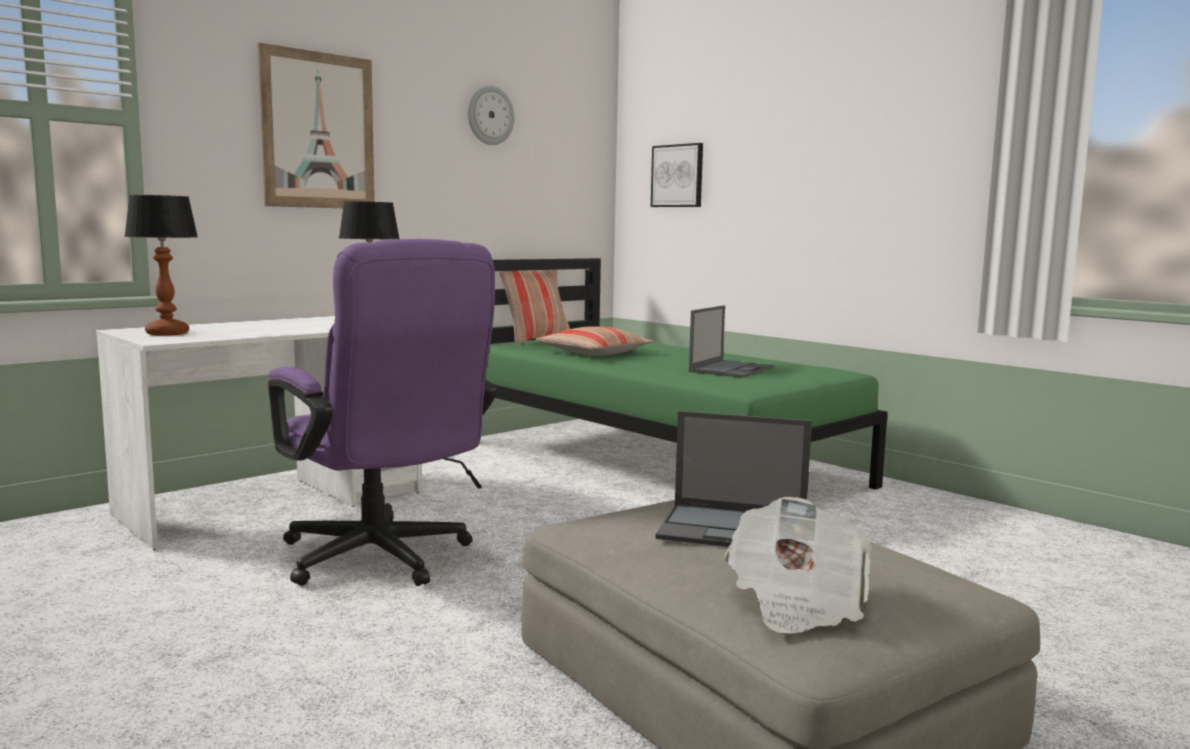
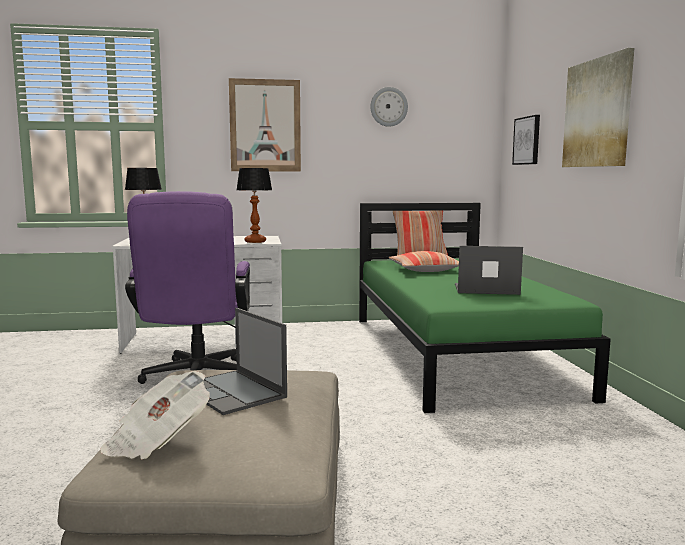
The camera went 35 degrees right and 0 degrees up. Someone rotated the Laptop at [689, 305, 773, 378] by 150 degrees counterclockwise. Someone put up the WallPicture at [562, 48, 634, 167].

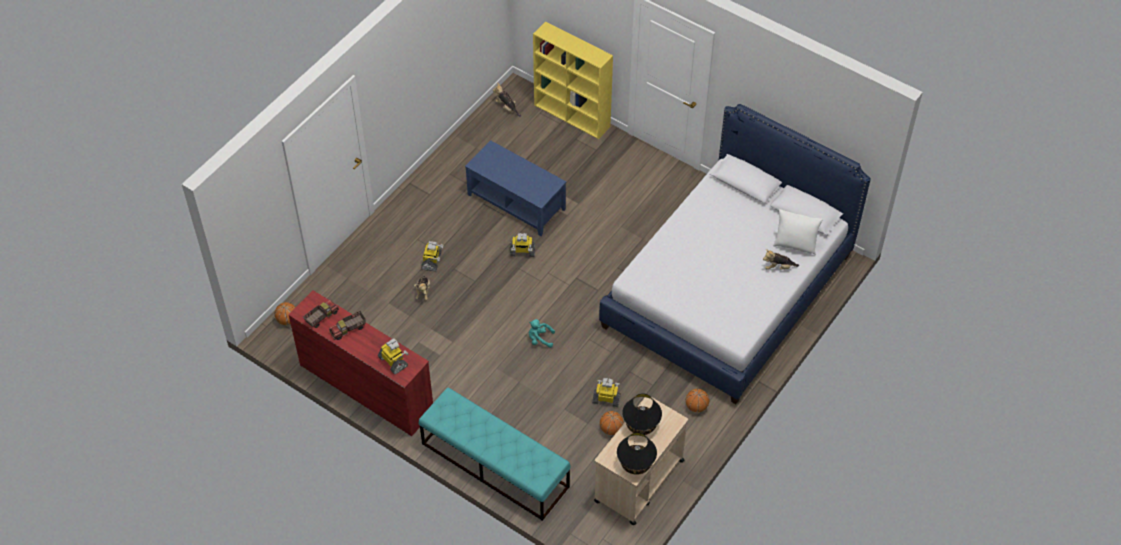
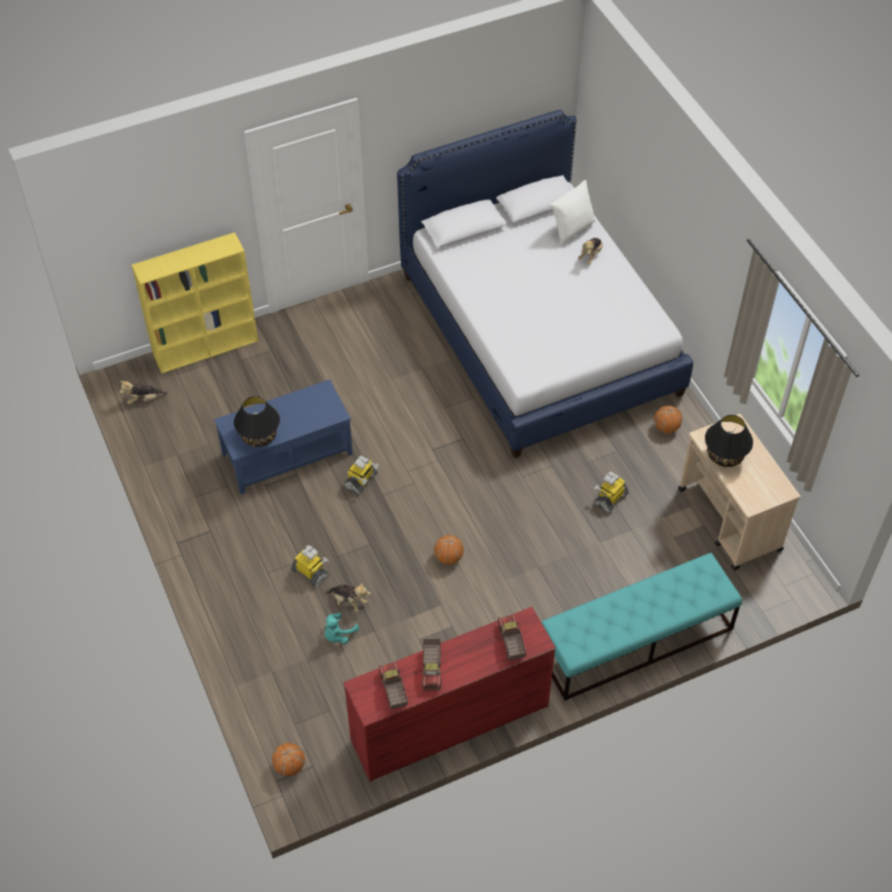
The camera went 60 degrees left and 0 degrees up. Someone carried the BlackishTabletopLamp from [617, 432, 657, 475] to [234, 396, 280, 447]. Someone carried the TurquoiseColouredSoftToy from [529, 319, 555, 348] to [324, 613, 359, 644]. Someone carried the Basketball from [600, 411, 624, 435] to [434, 535, 464, 565]. Someone swapped the RobotFigure at [378, 338, 408, 374] for the ToyLorry at [498, 614, 526, 660].

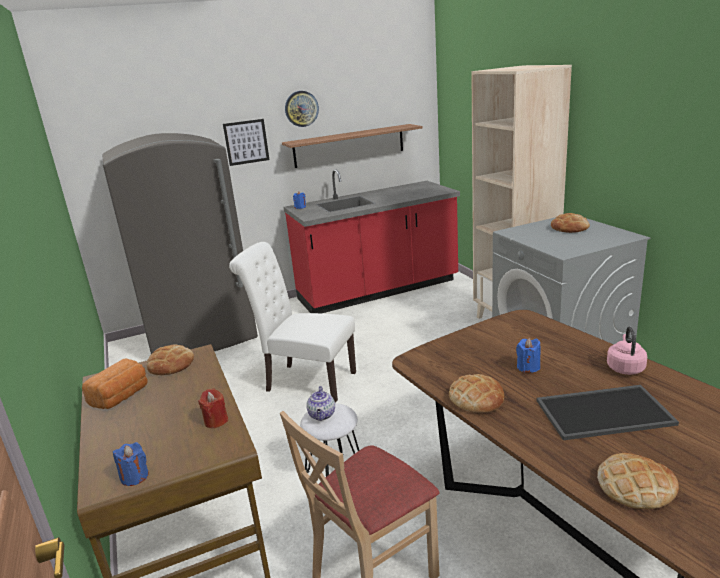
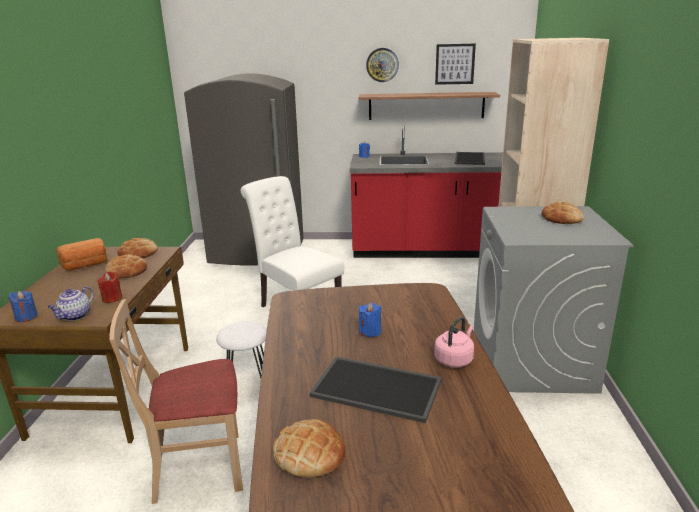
The camera went 25 degrees right and 0 degrees up. Someone carried the TeaPot from [306, 386, 335, 421] to [48, 286, 94, 321]. Someone carried the Bread from [449, 374, 504, 413] to [105, 254, 147, 279]. Someone carried the WallPicture from [223, 119, 270, 166] to [435, 44, 476, 85]. Someone put down the Tray at [455, 152, 485, 165].

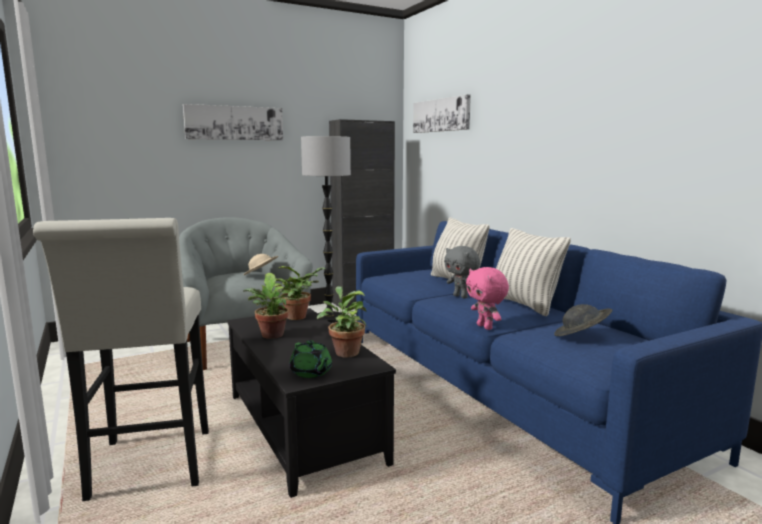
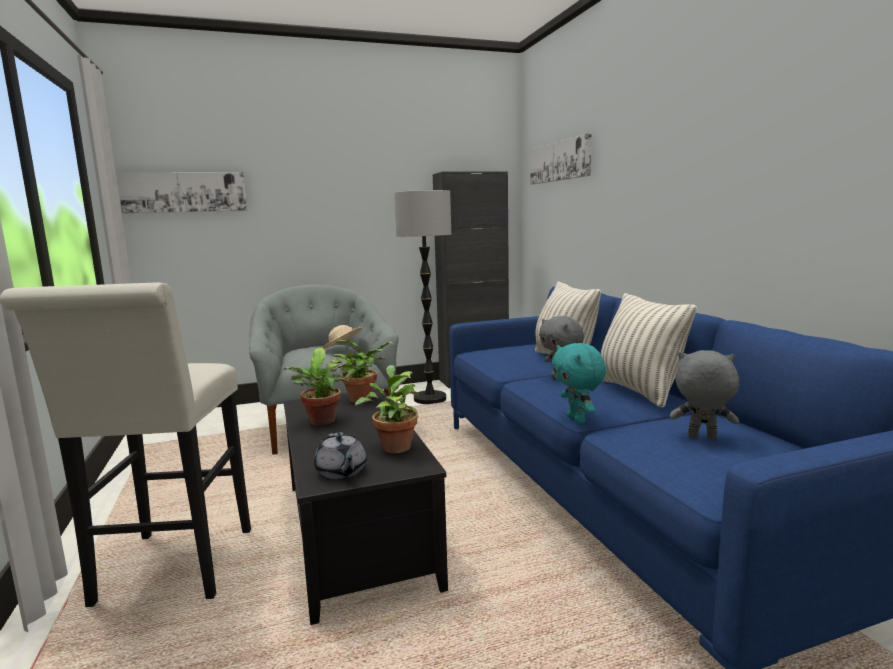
The camera went 10 degrees right and 0 degrees up. Someone carried the WallPicture from [183, 104, 283, 140] to [116, 172, 247, 213]. Someone repainted the GreenColouredTeaPot at [289, 340, 332, 378], which became the GreyTeaPot at [314, 432, 367, 479]. Someone repainted the PinkishSoftToy at [466, 267, 509, 330], which became the TurquoiseColouredSoftToy at [552, 343, 606, 424]. Someone swapped the GreyClothingHat at [554, 304, 612, 336] for the GreySoftToy at [670, 350, 739, 440].

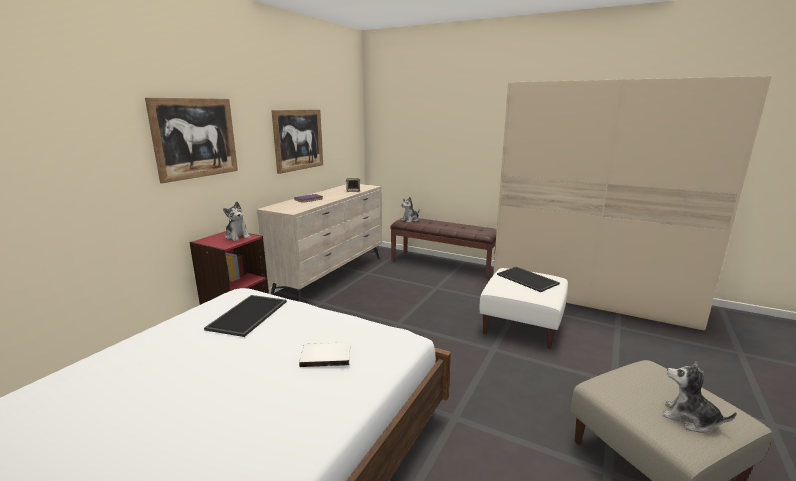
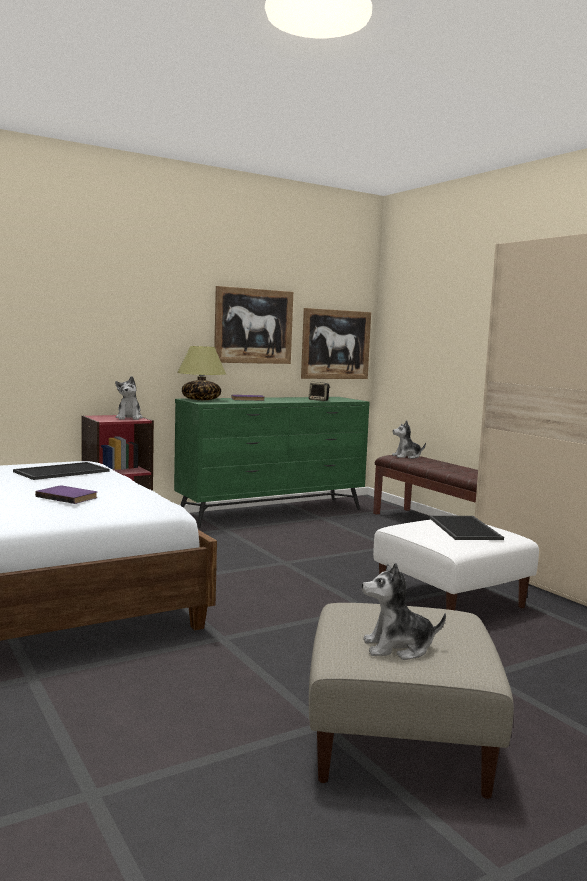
The camera went 30 degrees right and 10 degrees down. Someone repainted the WhiteColouredVolume at [299, 342, 351, 367], which became the PurpleColouredVolume at [35, 486, 97, 504]. Someone repainted the BeigeColouredChestOfDrawers at [256, 184, 382, 302], which became the GreenColouredChestOfDrawers at [174, 397, 370, 528]. Someone put down the TabletopLamp at [177, 346, 226, 400]. Someone carried the WallPicture from [145, 98, 238, 183] to [301, 308, 371, 379]. Someone rotated the SoftToy at [662, 362, 737, 433] by 75 degrees counterclockwise.

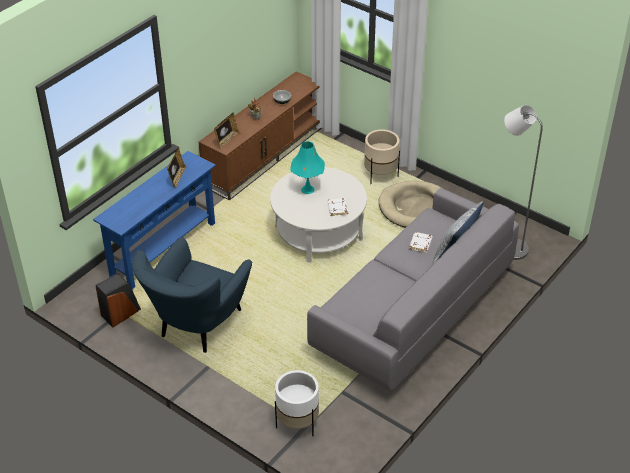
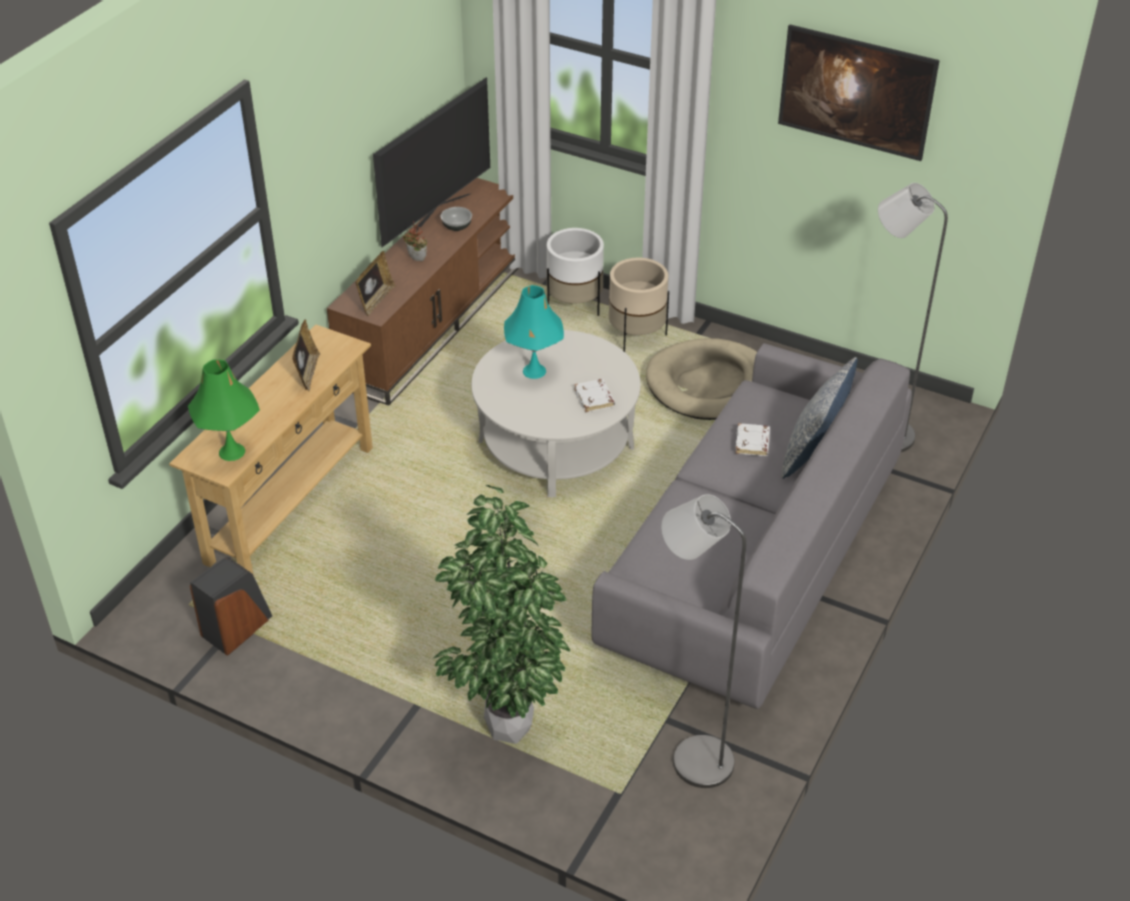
The camera went 10 degrees left and 0 degrees up. Someone repainted the BlueColouredConsoleTable at [93, 151, 216, 289], which became the BeigeColouredConsoleTable at [169, 325, 373, 576]. Someone put down the GreenColouredTabletopLamp at [188, 359, 260, 461]. Someone put down the Television at [373, 77, 490, 247]. Someone put down the PlantInAPot at [434, 485, 570, 744]. Someone carried the WhiteColouredPlanter from [275, 370, 319, 436] to [547, 228, 604, 316]. Someone put down the GreyFloorLamp at [661, 494, 746, 788]. Someone put up the WallPicture at [778, 25, 940, 161]. Someone took away the BlueColouredArmchair at [132, 237, 252, 353].

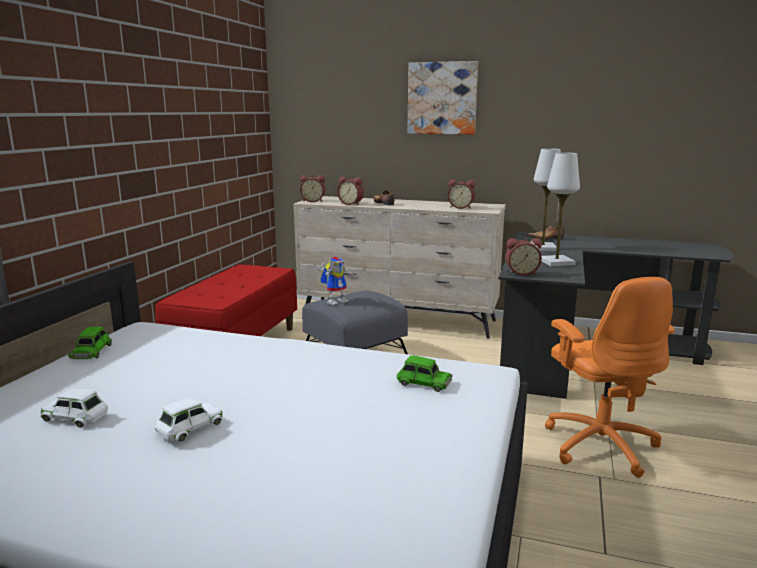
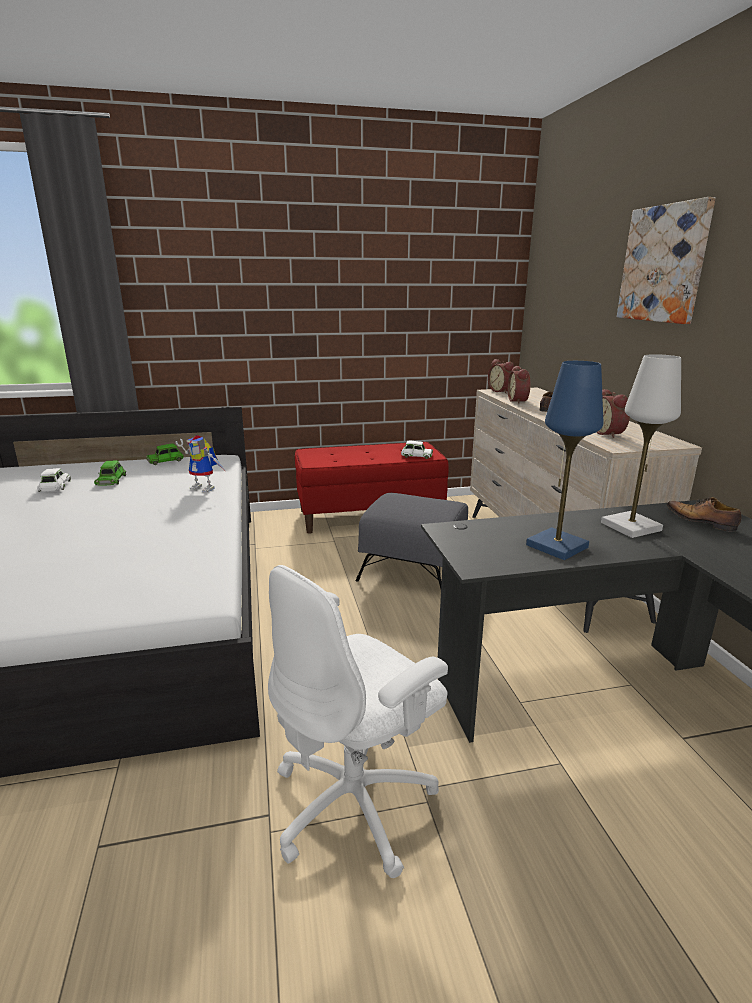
The camera went 60 degrees right and 5 degrees up. Someone carried the GreenColouredModelCar from [396, 355, 453, 392] to [94, 461, 126, 486]. Someone carried the RobotFigure from [318, 256, 357, 305] to [175, 435, 224, 492]. Someone repainted the OrangeOfficeChair at [545, 277, 675, 478], which became the WhiteColouredOfficeChair at [268, 565, 448, 878]. Someone carried the WhiteColouredModelCar from [155, 397, 223, 441] to [401, 441, 433, 459]. Someone repainted the WhiteColouredTabletopLamp at [541, 153, 580, 266], which became the BlueColouredTabletopLamp at [526, 361, 603, 560]. Someone took away the BedsideClock at [505, 238, 542, 276].

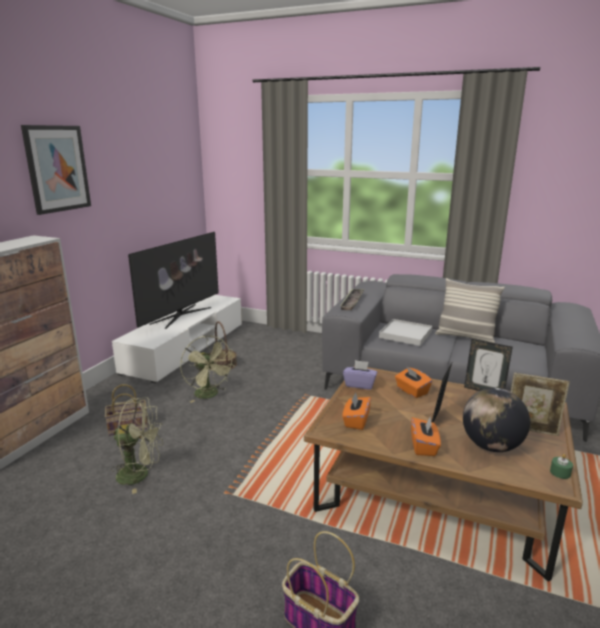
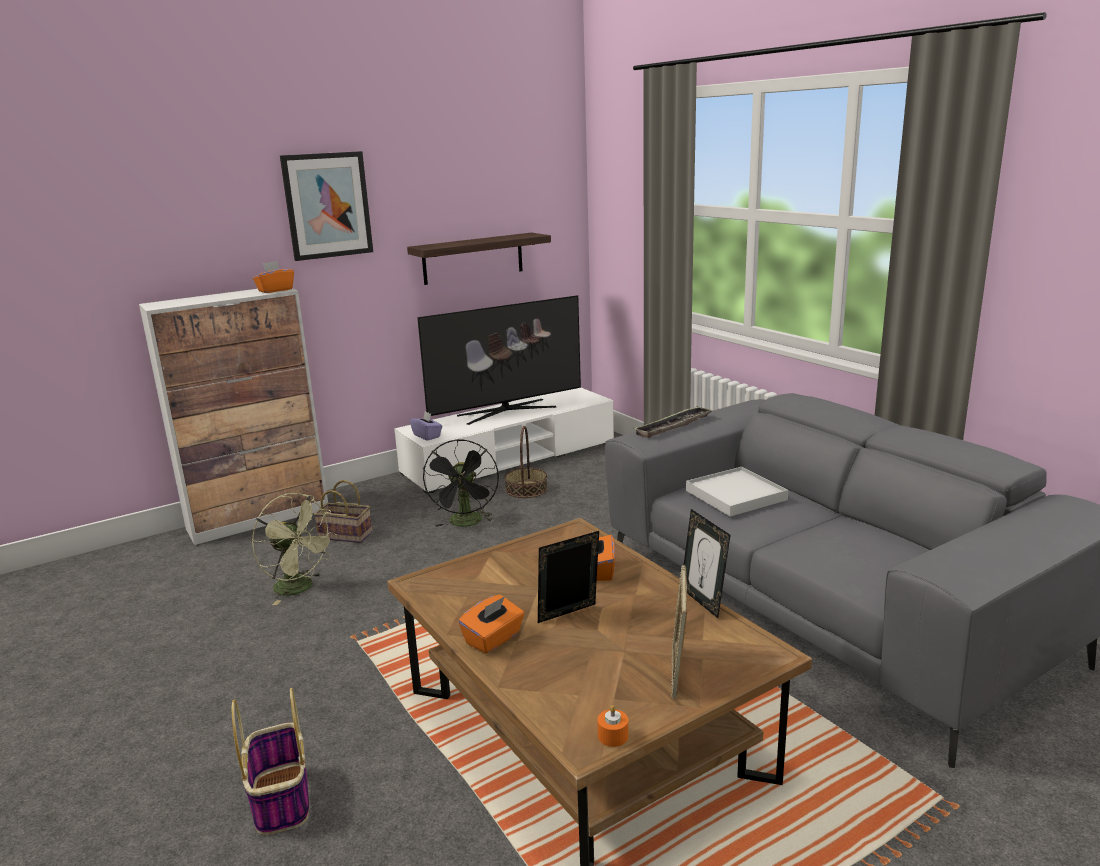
The camera went 35 degrees right and 0 degrees up. Someone carried the OrangeBoxOfTissues from [342, 392, 371, 430] to [253, 261, 294, 293]. Someone put up the BracketShelf at [407, 233, 551, 285]. Someone carried the PurpleColouredBoxOfTissues from [343, 360, 377, 390] to [410, 411, 442, 441]. Someone repainted the GreenColouredElectricFan at [180, 336, 235, 403], which became the BlackishElectricFan at [423, 440, 499, 527]. Someone repainted the GreenColouredWaxLight at [550, 454, 573, 479], which became the OrangeWaxLight at [597, 705, 629, 747]. Someone rotated the PictureFrame at [511, 373, 570, 436] by 45 degrees clockwise. Someone took away the Cushion at [435, 278, 505, 343]. Someone took away the WorldGlobe at [463, 388, 530, 452].

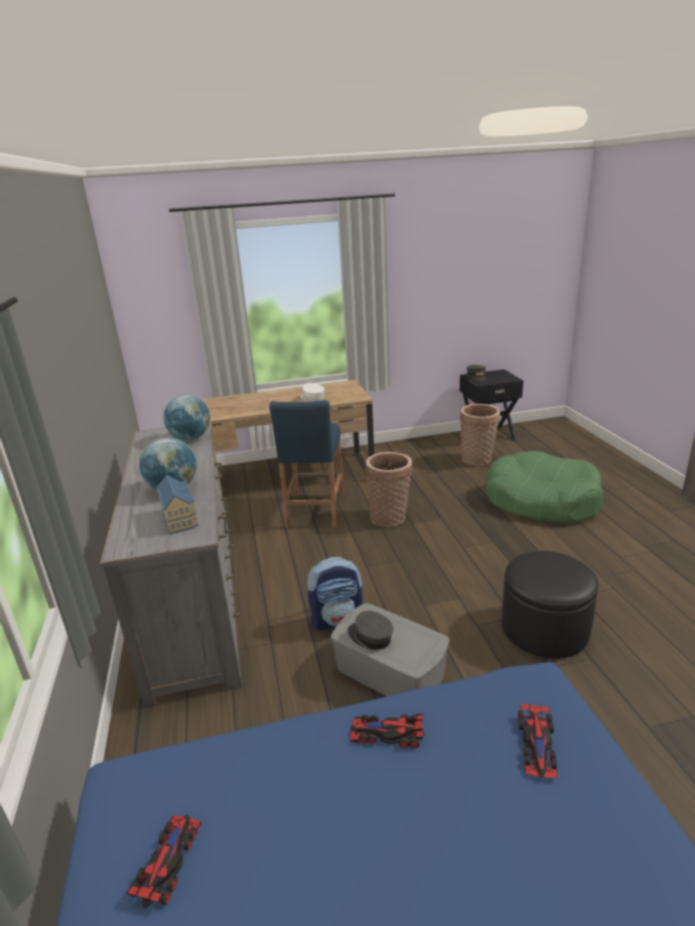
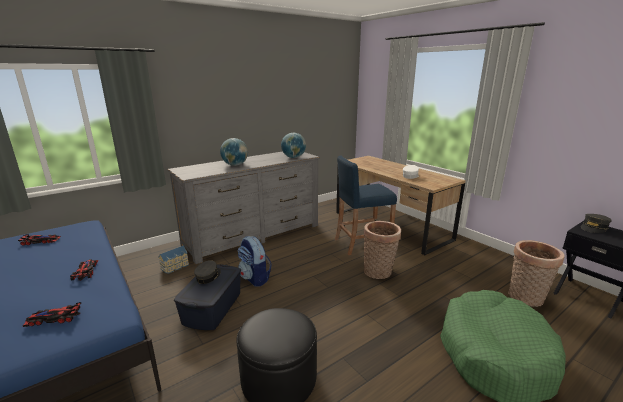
The camera went 65 degrees right and 5 degrees down. Someone carried the ToyHouse from [157, 475, 199, 535] to [158, 245, 189, 274]. Someone repainted the GreyStorageContainer at [331, 603, 449, 696], which became the BlueColouredStorageContainer at [174, 264, 241, 330].

